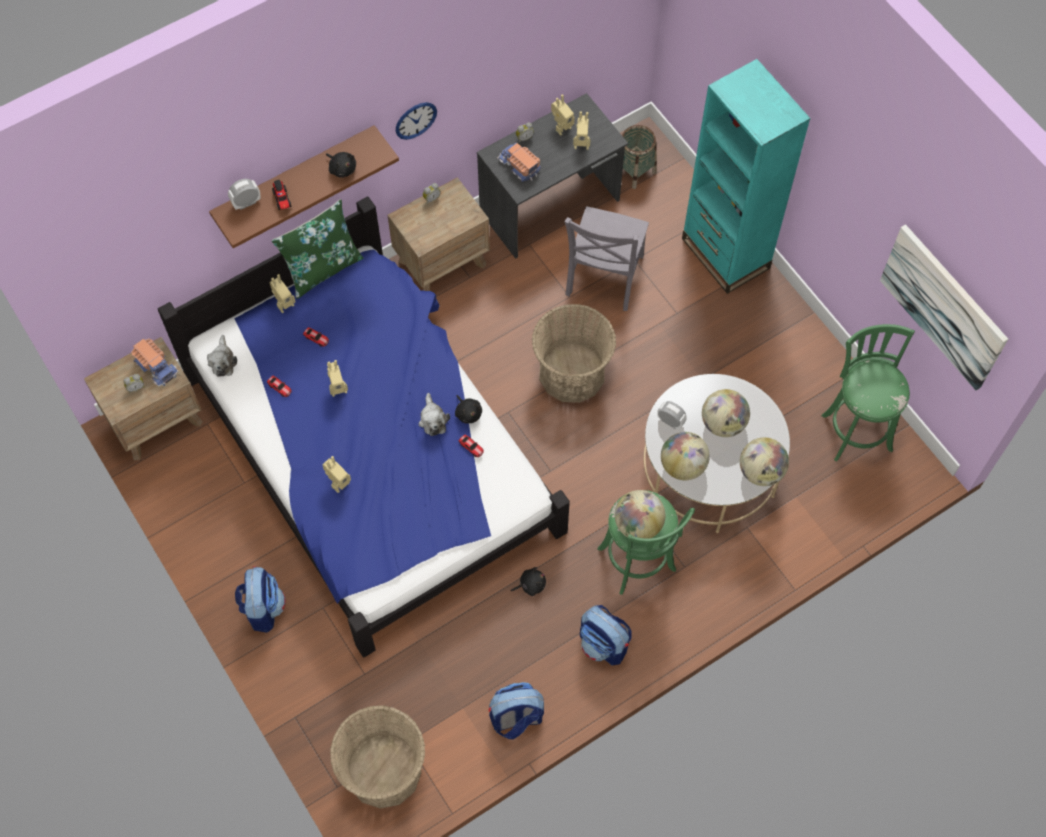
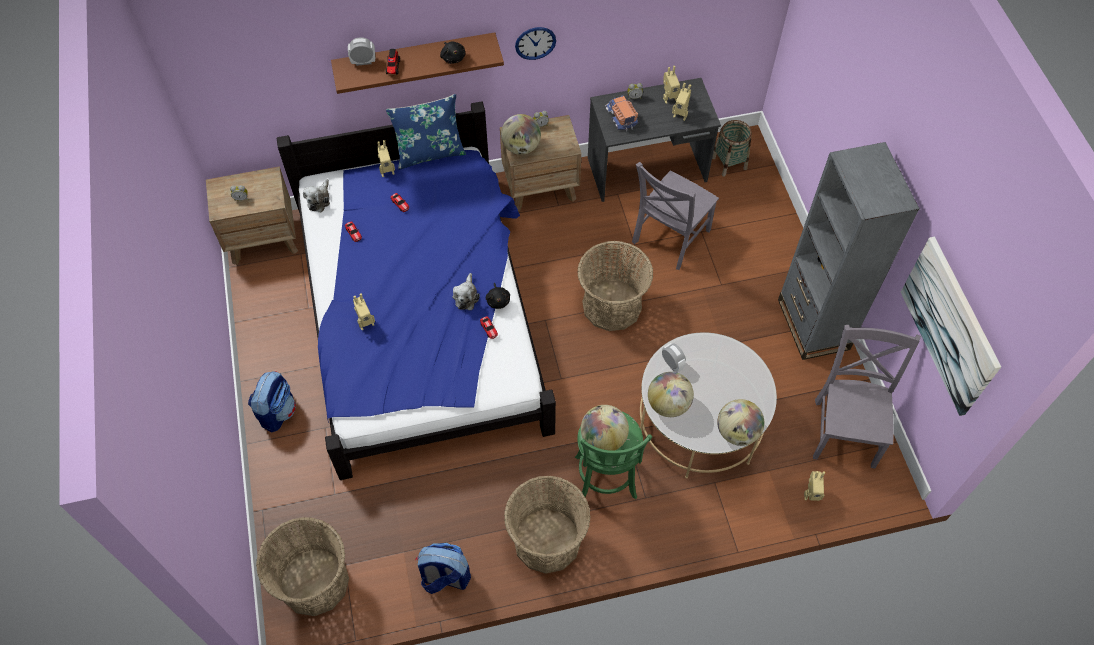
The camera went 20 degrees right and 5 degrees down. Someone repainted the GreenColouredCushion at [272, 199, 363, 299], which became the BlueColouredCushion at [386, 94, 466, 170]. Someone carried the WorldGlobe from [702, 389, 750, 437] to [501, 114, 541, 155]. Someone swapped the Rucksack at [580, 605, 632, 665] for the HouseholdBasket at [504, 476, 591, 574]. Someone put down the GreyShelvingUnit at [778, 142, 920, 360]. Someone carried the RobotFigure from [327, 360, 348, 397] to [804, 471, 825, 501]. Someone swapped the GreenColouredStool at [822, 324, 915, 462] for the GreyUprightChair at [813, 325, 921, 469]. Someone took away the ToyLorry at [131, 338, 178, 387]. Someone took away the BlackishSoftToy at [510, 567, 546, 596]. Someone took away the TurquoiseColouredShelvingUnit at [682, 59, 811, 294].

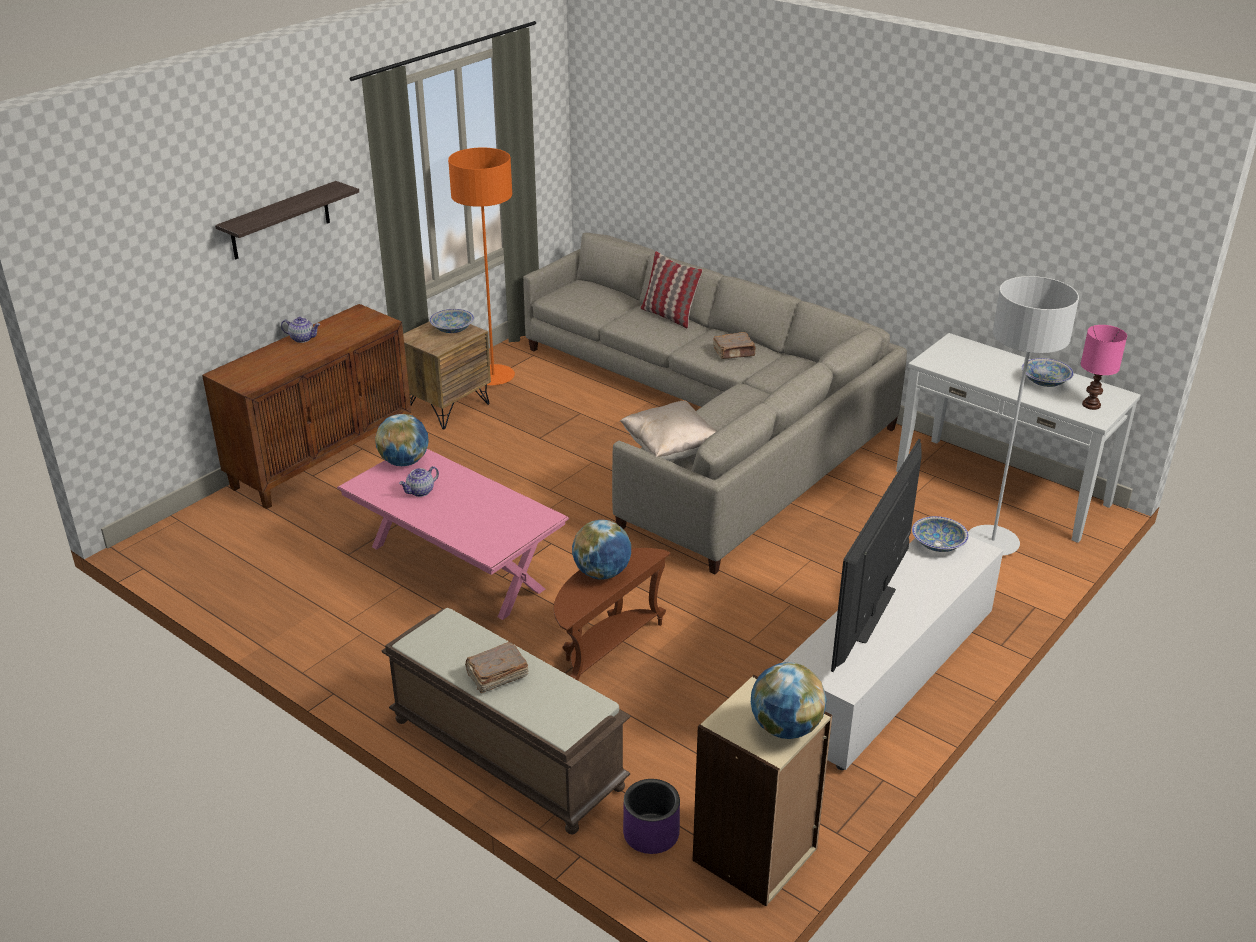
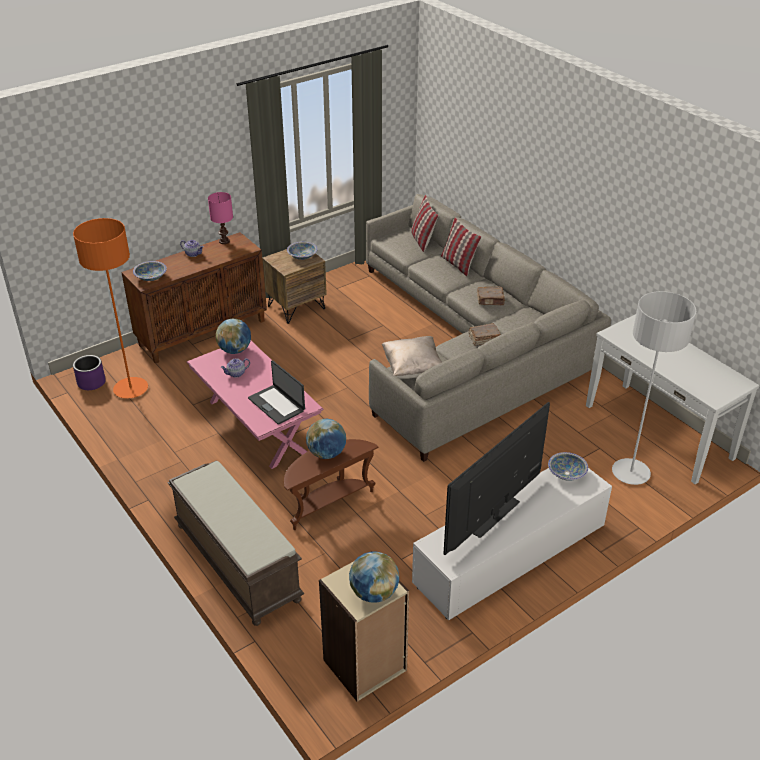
The camera went 15 degrees right and 5 degrees up. Someone carried the OrangeFloorLamp from [448, 148, 515, 385] to [73, 218, 148, 399]. Someone carried the PurpleColouredPlanter from [623, 779, 680, 854] to [73, 355, 106, 390]. Someone carried the Bowl from [1022, 358, 1074, 387] to [133, 261, 167, 281]. Someone carried the PinkishTabletopLamp from [1081, 325, 1127, 410] to [208, 192, 233, 244]. Someone put down the Laptop at [248, 360, 305, 425]. Someone put down the Cushion at [411, 195, 439, 252]. Someone carried the BrownColouredVolume from [465, 642, 528, 693] to [469, 323, 501, 346]. Someone took away the BracketShelf at [215, 181, 359, 259].

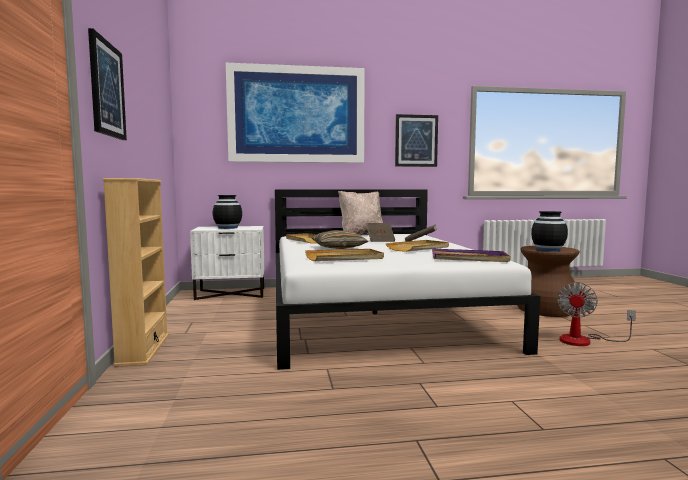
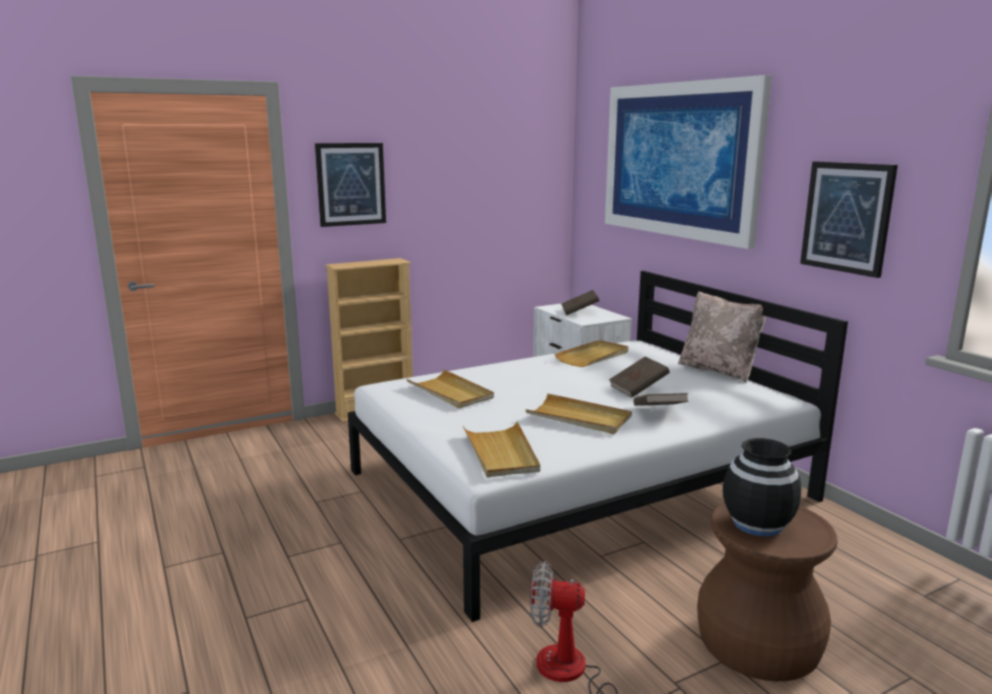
The camera went 70 degrees right and 10 degrees up. Someone repainted the PurpleColouredTray at [432, 249, 510, 262], which became the BeigeColouredTray at [463, 422, 540, 477]. Someone swapped the BlackishFlowerVase at [213, 195, 242, 229] for the BrownColouredVolume at [561, 290, 599, 315]. Someone took away the Cushion at [312, 230, 368, 249].

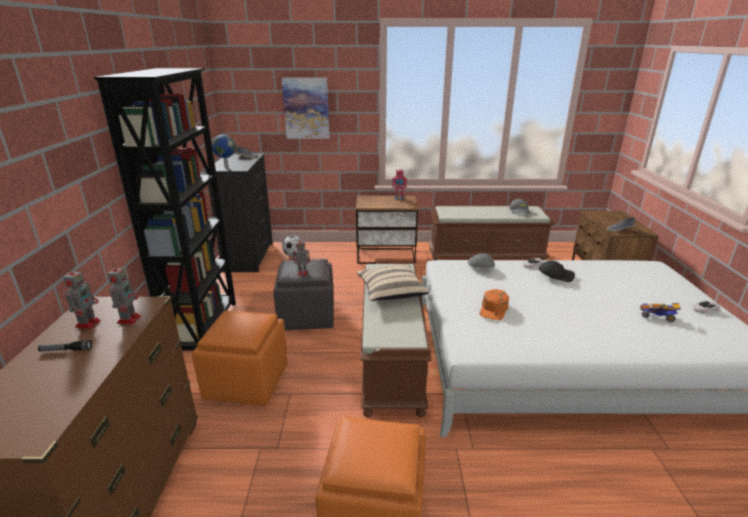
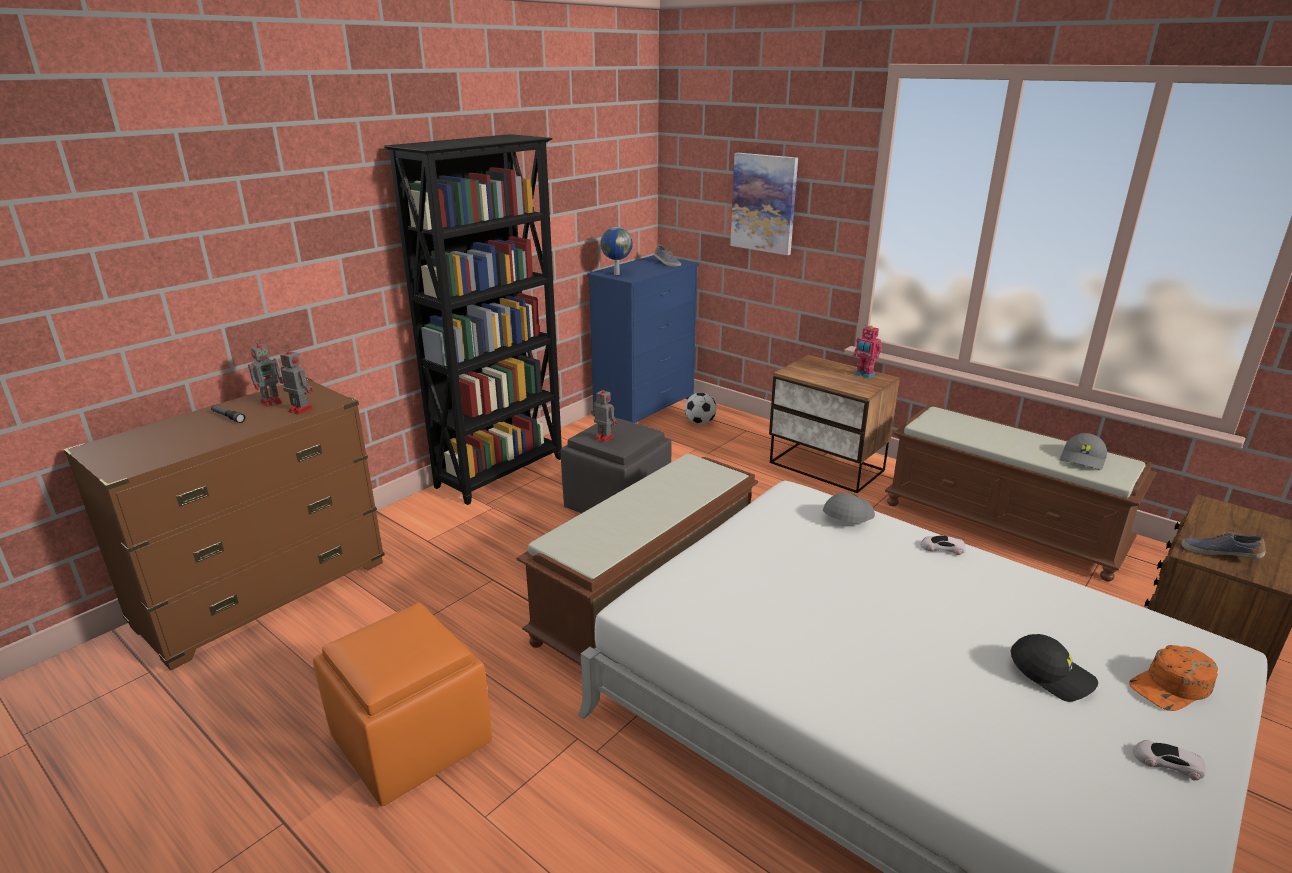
The camera went 40 degrees right and 0 degrees up. Someone rotated the RobotFigure at [107, 263, 141, 324] by 105 degrees counterclockwise. Someone repainted the BlackishChestOfDrawers at [204, 153, 273, 272], which became the BlueColouredChestOfDrawers at [587, 255, 699, 423]. Someone carried the BlackishCap from [539, 261, 575, 282] to [1011, 634, 1098, 702]. Someone carried the OrangeCap from [480, 289, 509, 320] to [1129, 645, 1218, 711]. Someone took away the OrangeFootrest at [192, 311, 288, 406]. Someone took away the BeigeColouredCushion at [356, 264, 430, 301]. Someone took away the ModelCar at [640, 303, 681, 322].

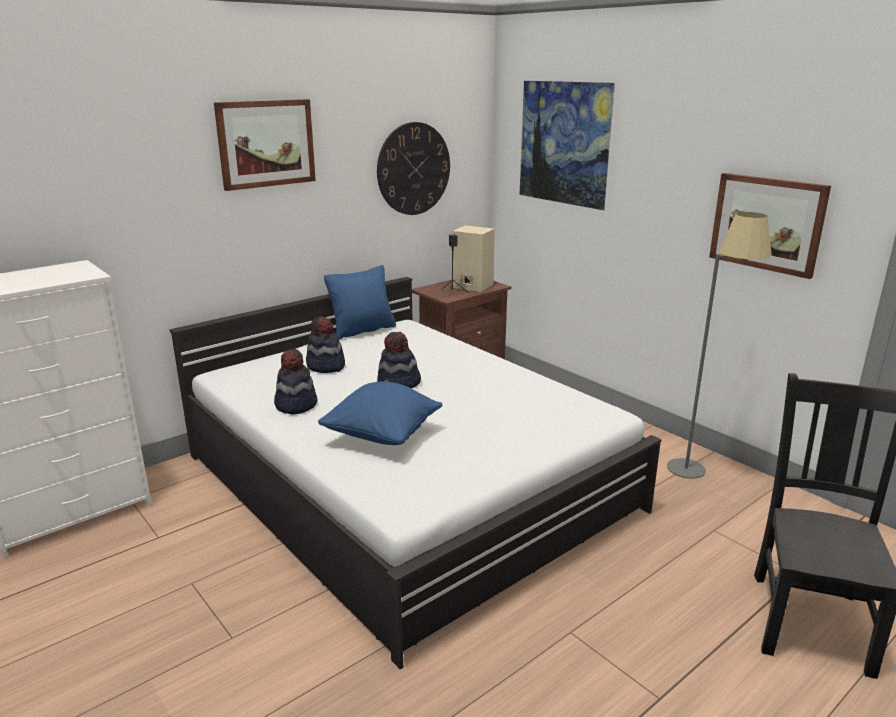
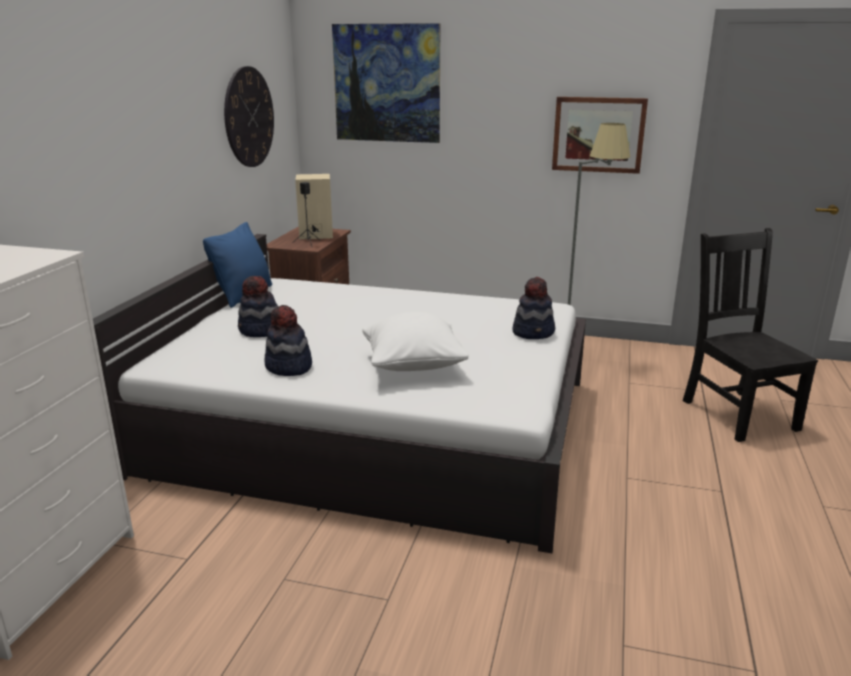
The camera went 35 degrees left and 0 degrees up. Someone repainted the BlueColouredCushion at [318, 382, 443, 445], which became the WhiteColouredCushion at [362, 312, 469, 371]. Someone carried the ClothingHat from [377, 332, 421, 388] to [512, 277, 555, 339]. Someone took away the WallPicture at [214, 99, 316, 191].

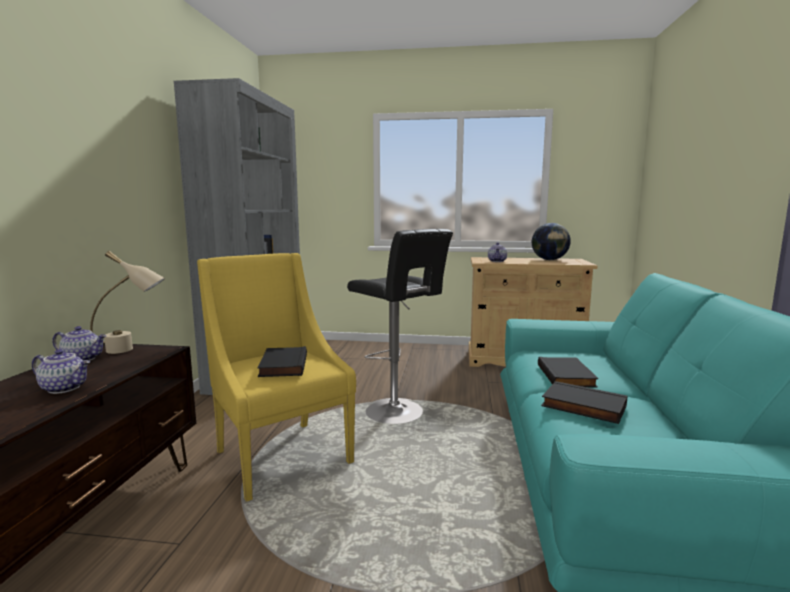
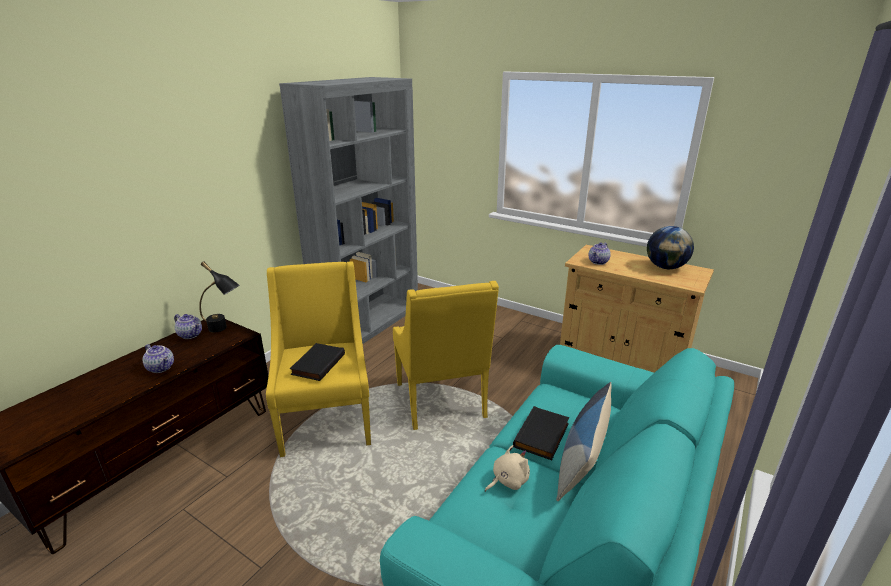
The camera went 25 degrees right and 15 degrees up. Someone repainted the BeigeColouredTabletopLamp at [90, 251, 165, 354], which became the BlackishTabletopLamp at [199, 261, 240, 333]. Someone swapped the BlackishStool at [347, 229, 453, 424] for the YellowColouredArmchair at [393, 281, 499, 430]. Someone swapped the BlackishVolume at [541, 381, 627, 424] for the BeigeColouredSoftToy at [485, 445, 530, 492]. Someone put down the Cushion at [556, 382, 612, 501].

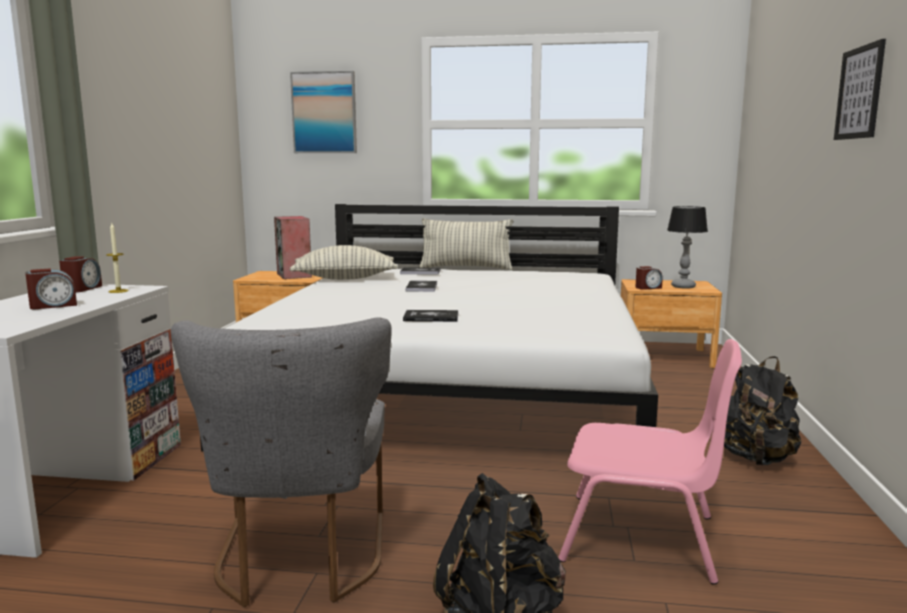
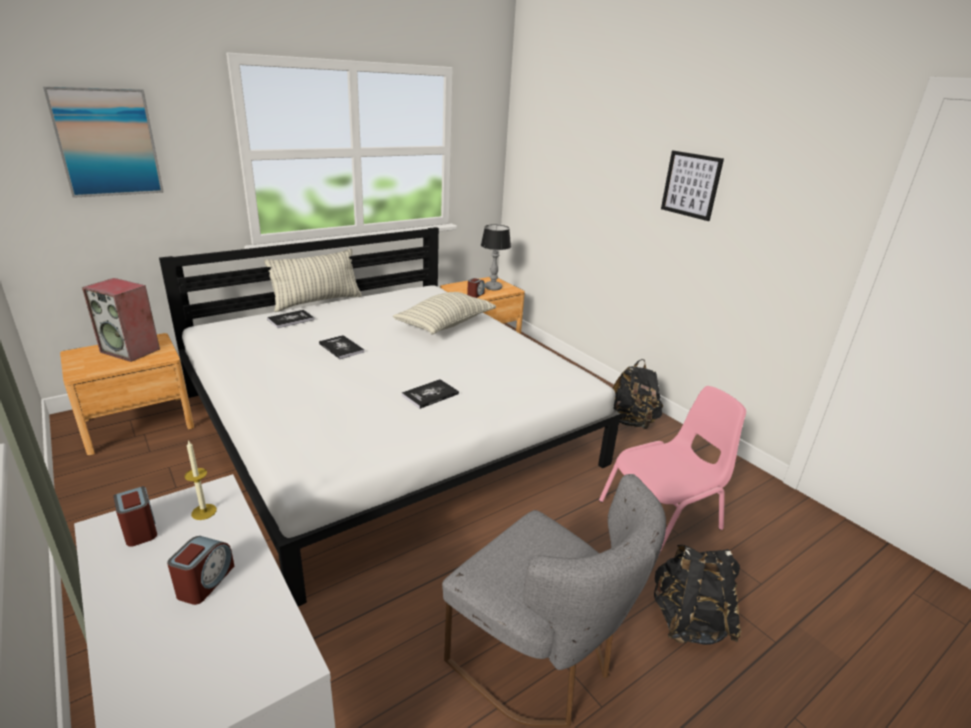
The camera went 45 degrees left and 15 degrees up. Someone carried the Cushion from [290, 245, 398, 280] to [393, 292, 496, 334].

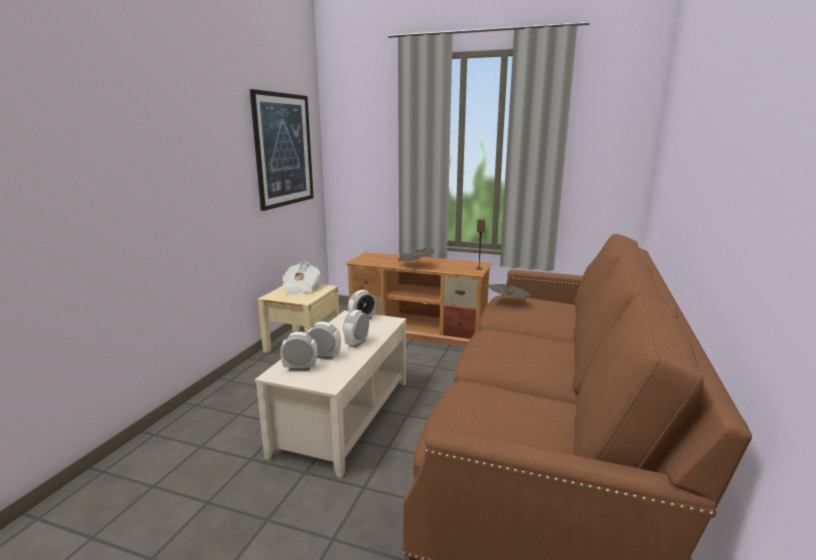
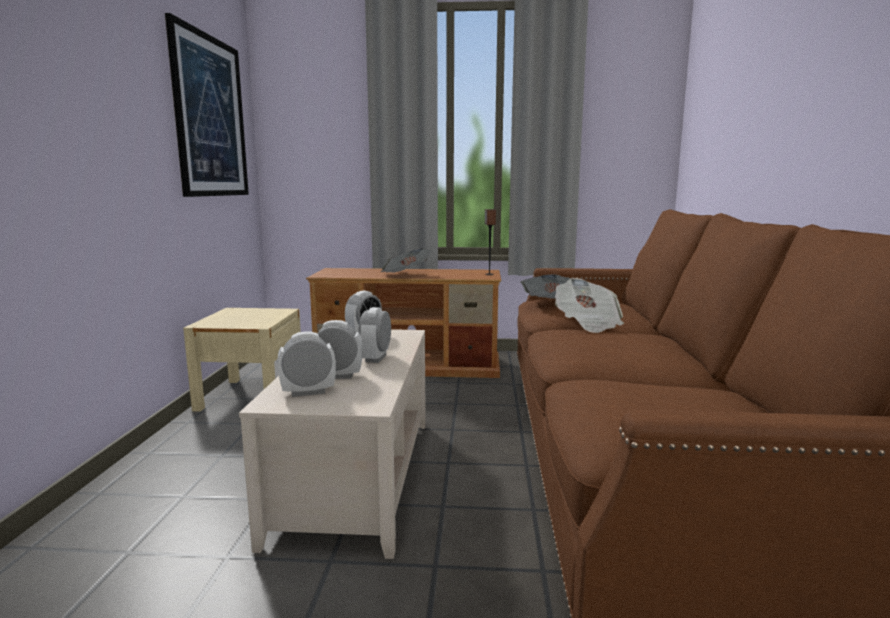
The camera went 15 degrees left and 5 degrees down. Someone carried the DailyPaper from [282, 262, 320, 295] to [555, 278, 624, 333].

